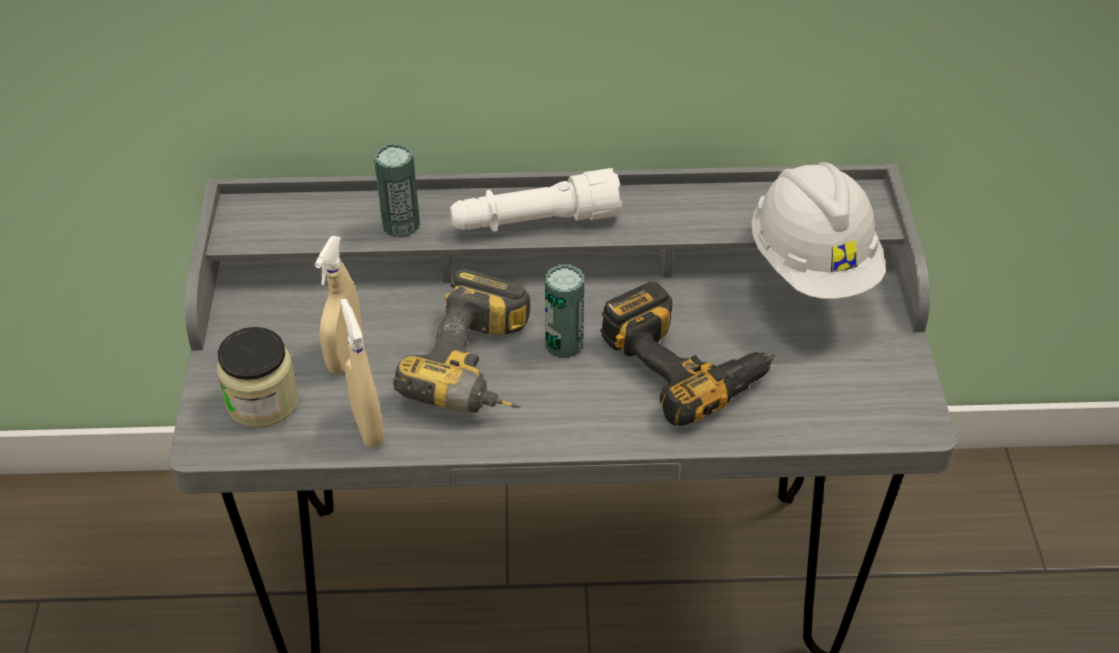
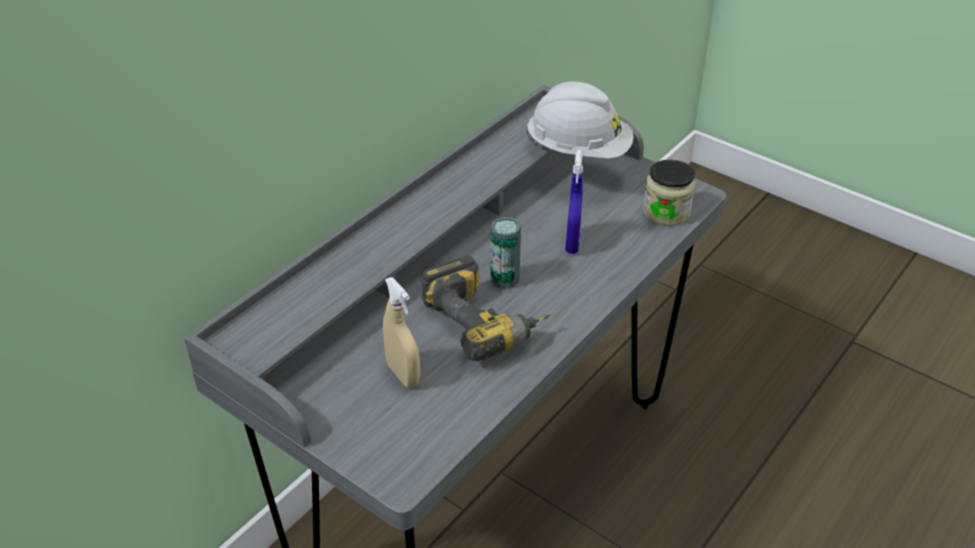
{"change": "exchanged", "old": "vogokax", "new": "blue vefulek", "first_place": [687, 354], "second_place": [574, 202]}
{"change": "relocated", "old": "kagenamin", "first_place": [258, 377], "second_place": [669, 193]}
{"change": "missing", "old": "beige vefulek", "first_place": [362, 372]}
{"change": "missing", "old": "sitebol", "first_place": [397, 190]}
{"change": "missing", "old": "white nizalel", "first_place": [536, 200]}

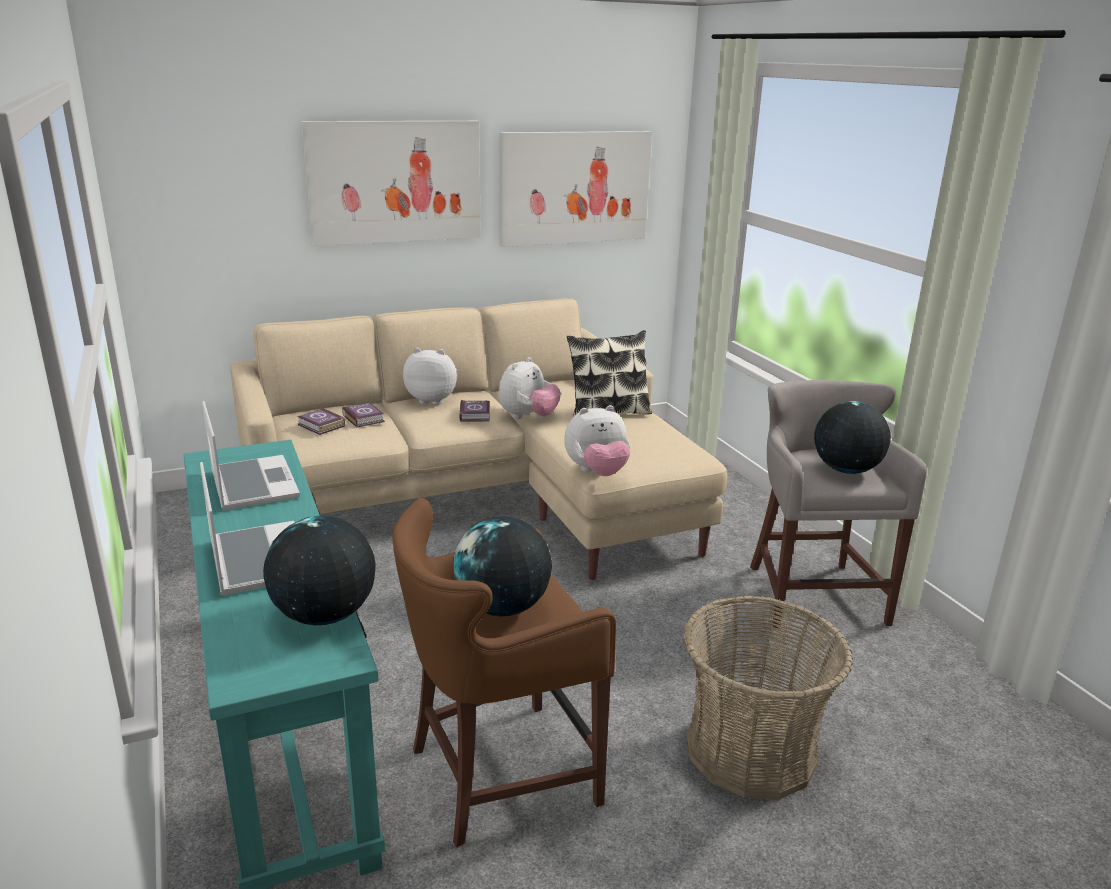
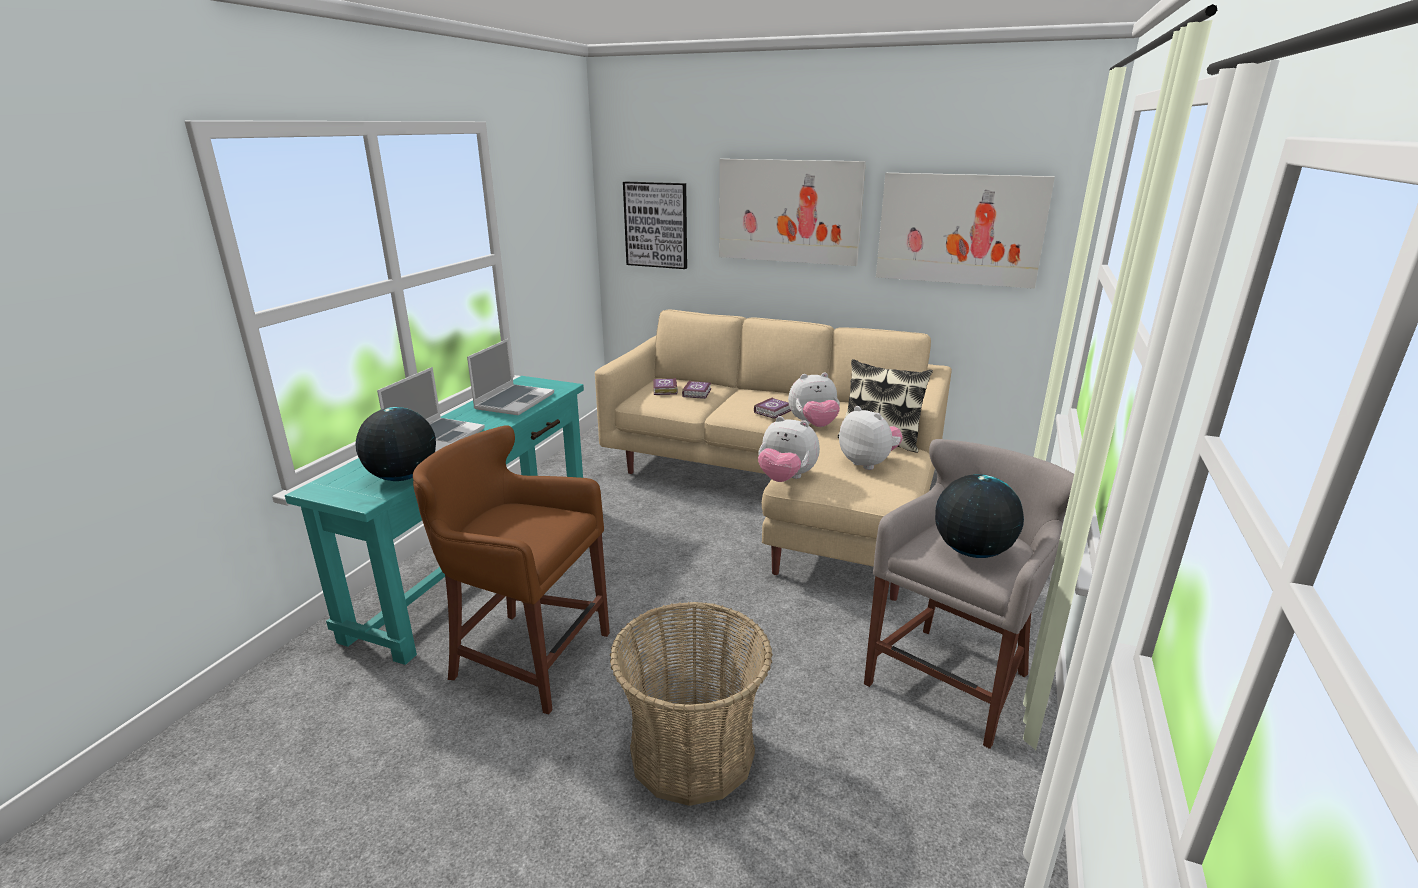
{"change": "appeared", "new": "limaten", "second_place": [655, 225]}
{"change": "relocated", "old": "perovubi", "first_place": [430, 376], "second_place": [871, 438]}
{"change": "missing", "old": "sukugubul", "first_place": [502, 566]}

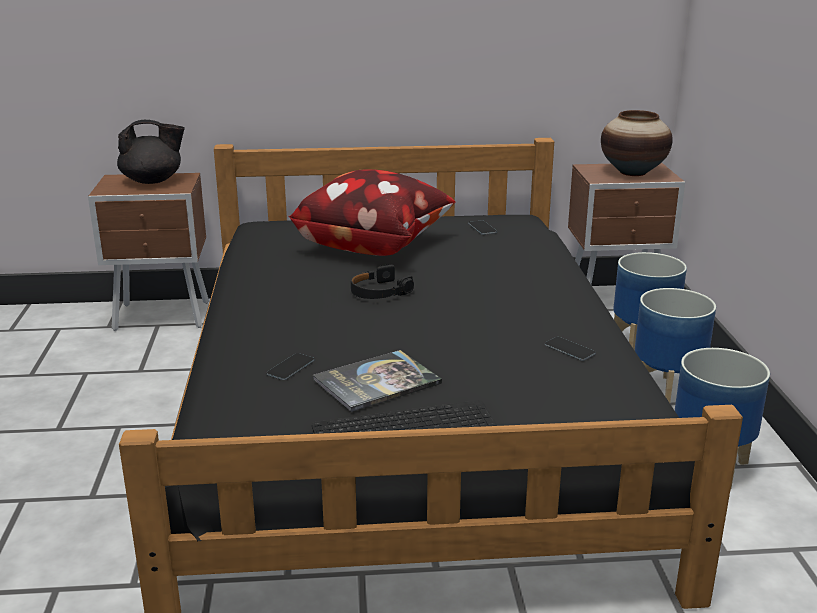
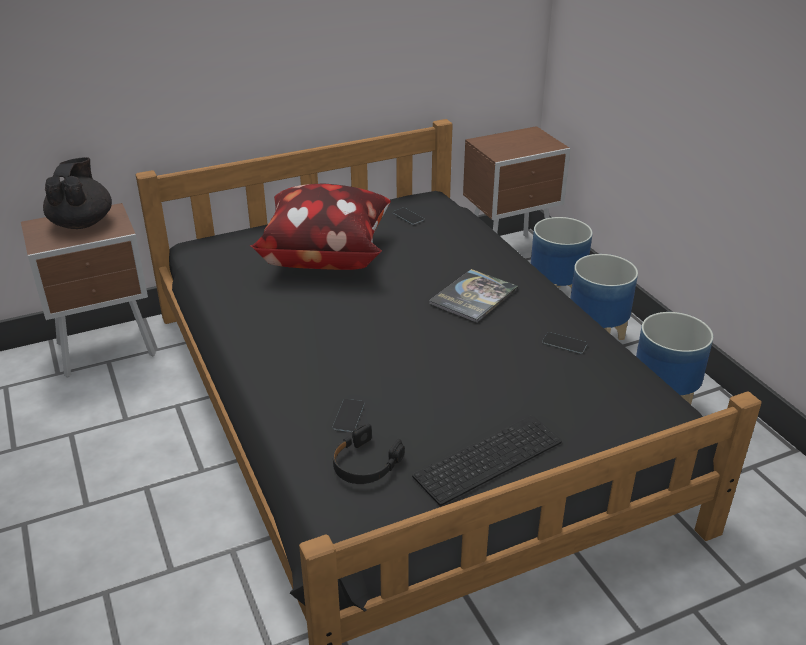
{"change": "spun", "old": "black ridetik", "first_place": [151, 152], "second_place": [77, 193], "degrees": -60}
{"change": "relocated", "old": "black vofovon", "first_place": [382, 282], "second_place": [369, 454]}
{"change": "relocated", "old": "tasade", "first_place": [377, 381], "second_place": [473, 296]}
{"change": "missing", "old": "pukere", "first_place": [637, 143]}

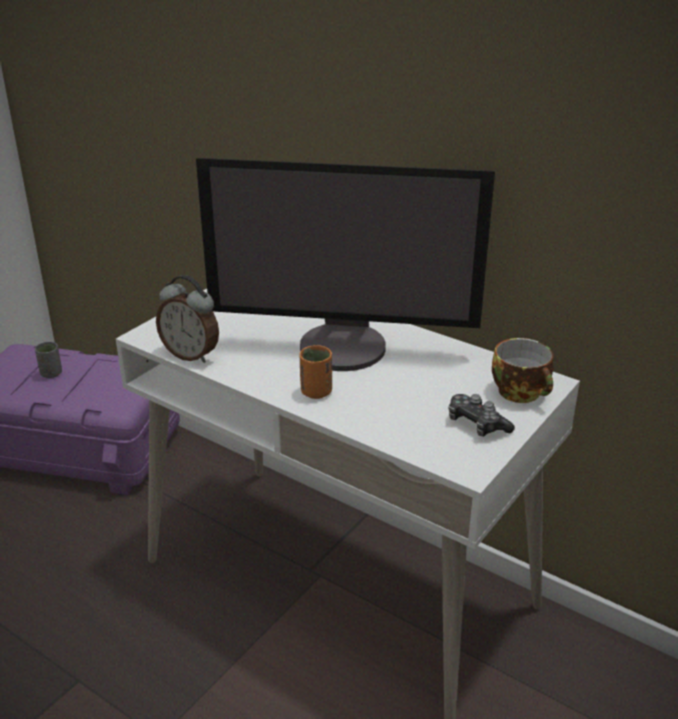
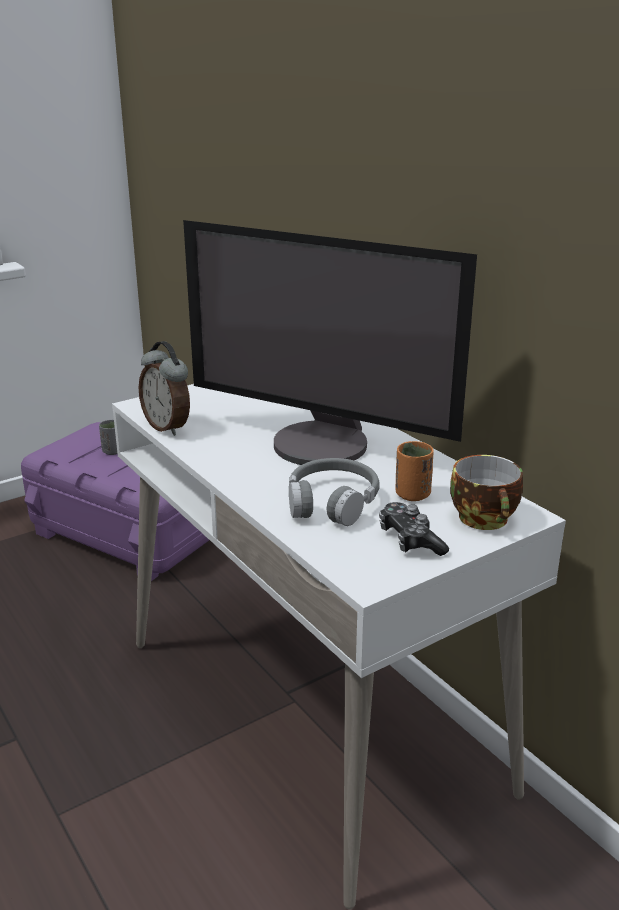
{"change": "appeared", "new": "grey vofovon", "second_place": [334, 492]}
{"change": "relocated", "old": "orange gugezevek", "first_place": [316, 372], "second_place": [415, 471]}

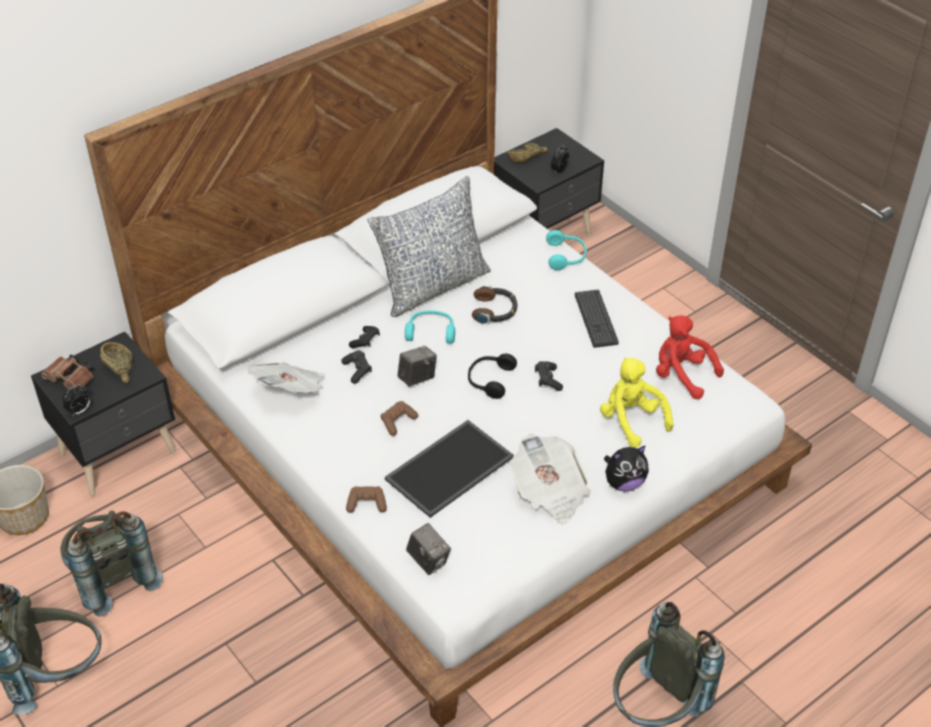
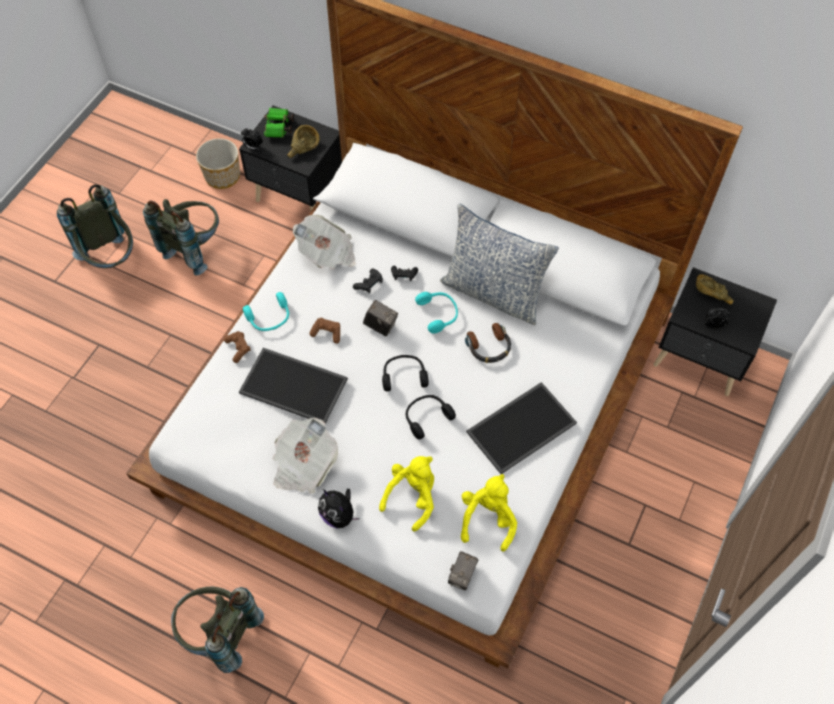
{"change": "relocated", "old": "turquoise vofovon", "first_place": [566, 250], "second_place": [266, 311]}
{"change": "colour", "old": "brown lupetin", "new": "green lupetin", "first_place": [67, 372], "second_place": [279, 122]}
{"change": "exchanged", "old": "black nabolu", "new": "black vofovon", "first_place": [549, 376], "second_place": [431, 417]}
{"change": "relocated", "old": "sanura", "first_place": [428, 549], "second_place": [463, 570]}
{"change": "colour", "old": "red perovubi", "new": "yellow perovubi", "first_place": [690, 357], "second_place": [489, 513]}
{"change": "exchanged", "old": "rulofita", "new": "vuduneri", "first_place": [597, 319], "second_place": [521, 428]}

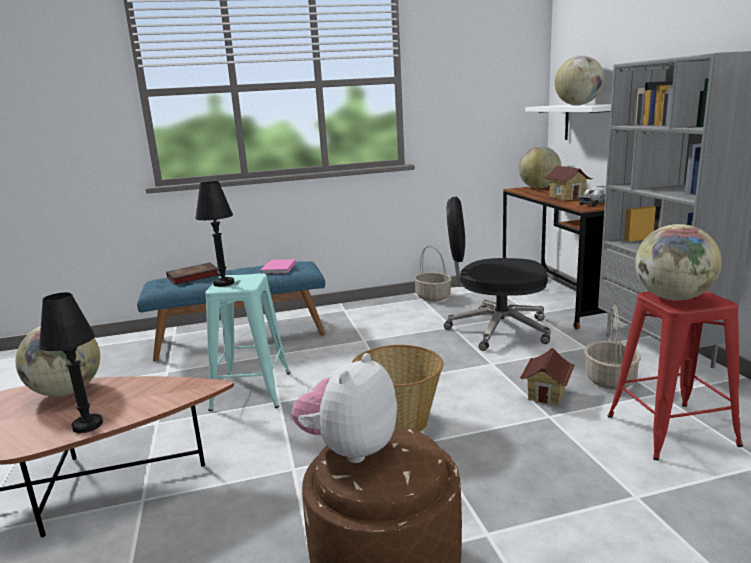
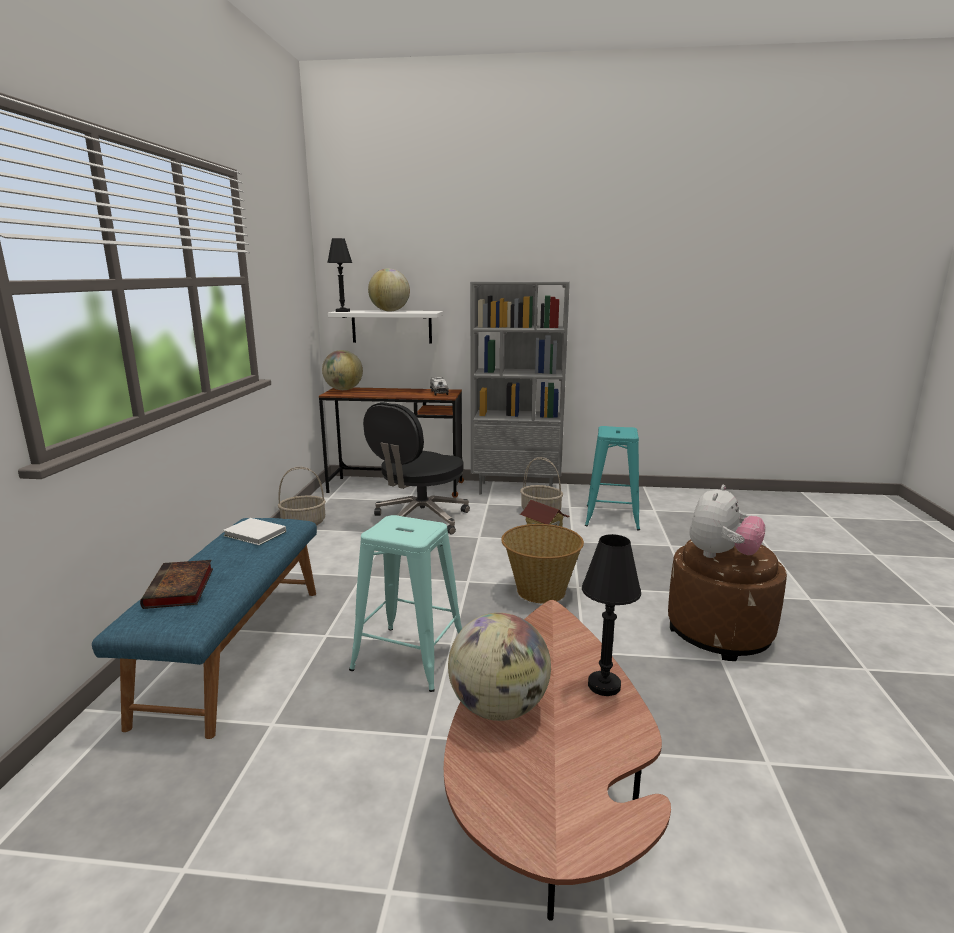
{"change": "colour", "old": "pink tasade", "new": "white tasade", "first_place": [278, 266], "second_place": [254, 531]}
{"change": "relocated", "old": "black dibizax", "first_place": [214, 234], "second_place": [339, 275]}
{"change": "colour", "old": "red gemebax", "new": "turquoise gemebax", "first_place": [675, 375], "second_place": [612, 478]}
{"change": "spun", "old": "perovubi", "first_place": [344, 408], "second_place": [727, 521], "degrees": -105}
{"change": "missing", "old": "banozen", "first_place": [568, 183]}
{"change": "missing", "old": "sukugubul", "first_place": [678, 262]}

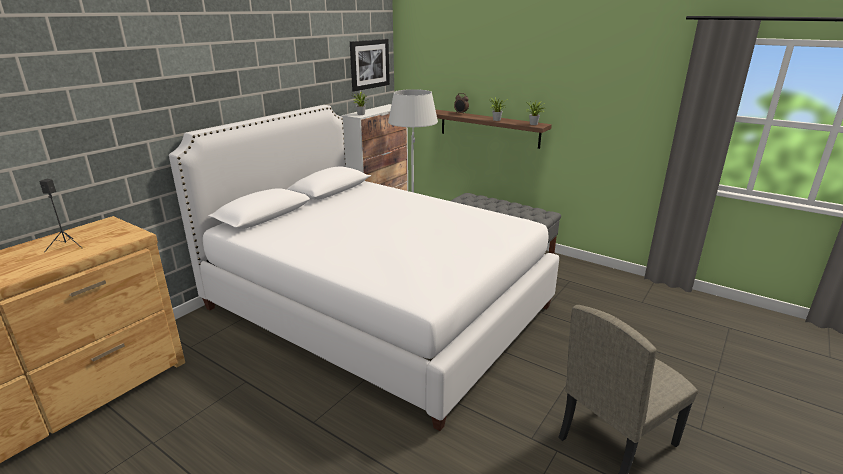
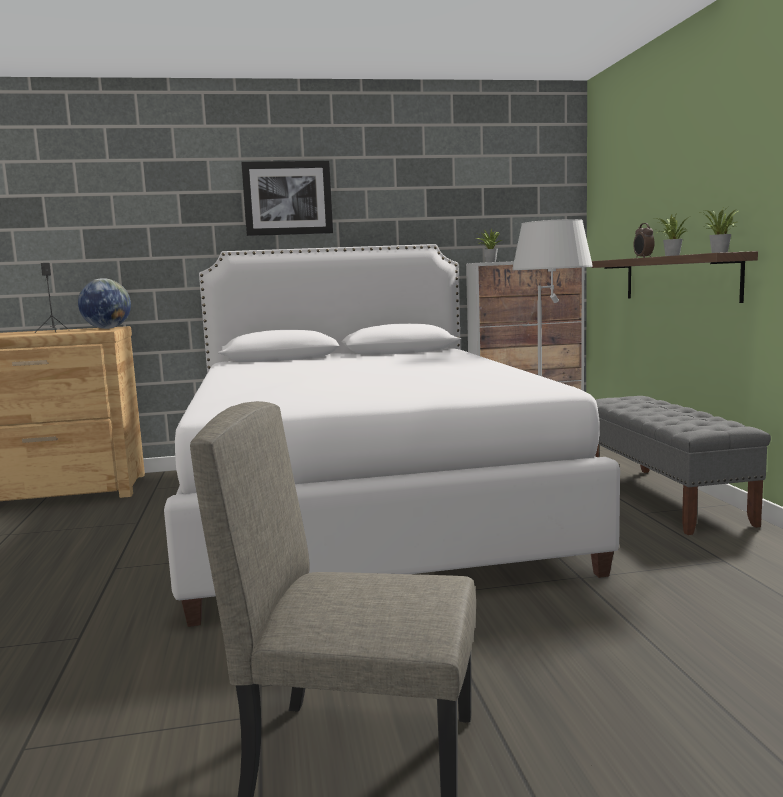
{"change": "appeared", "new": "sukugubul", "second_place": [104, 303]}
{"change": "relocated", "old": "limaten", "first_place": [370, 65], "second_place": [287, 198]}

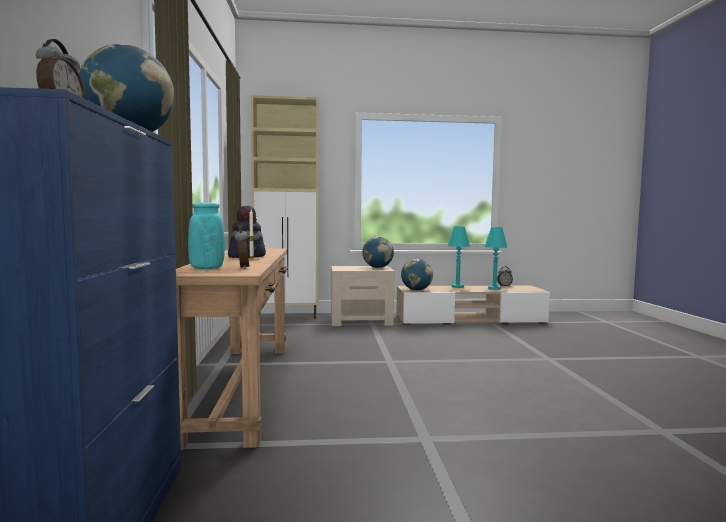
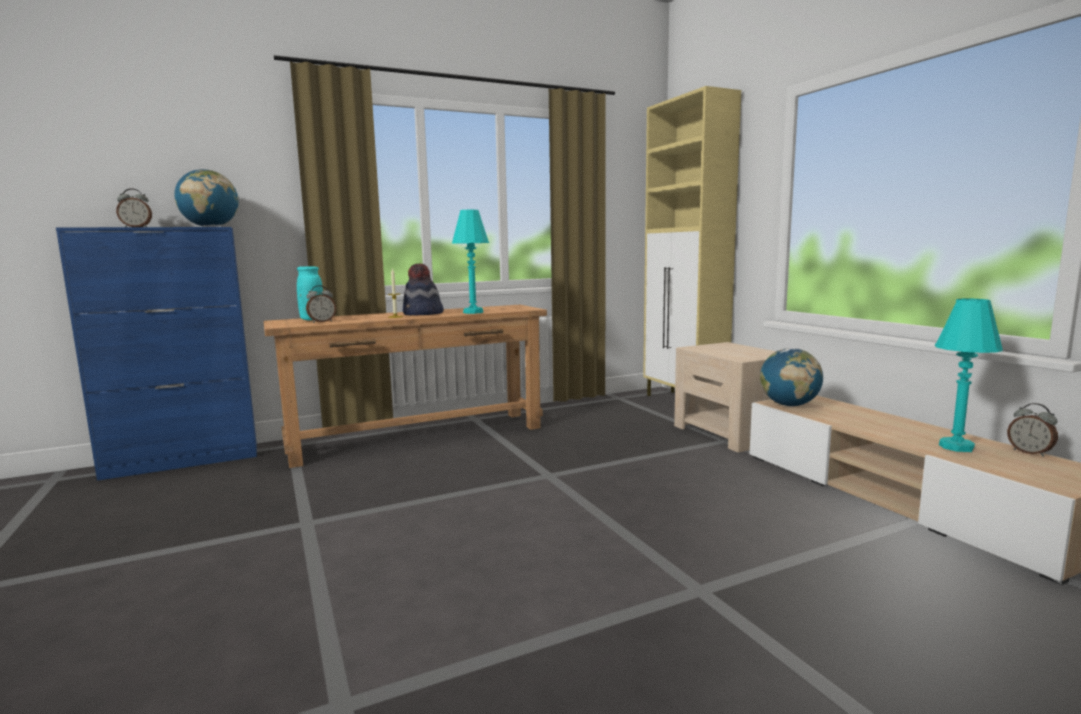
{"change": "relocated", "old": "turquoise dibizax", "first_place": [459, 257], "second_place": [470, 262]}
{"change": "missing", "old": "sukugubul", "first_place": [378, 252]}

